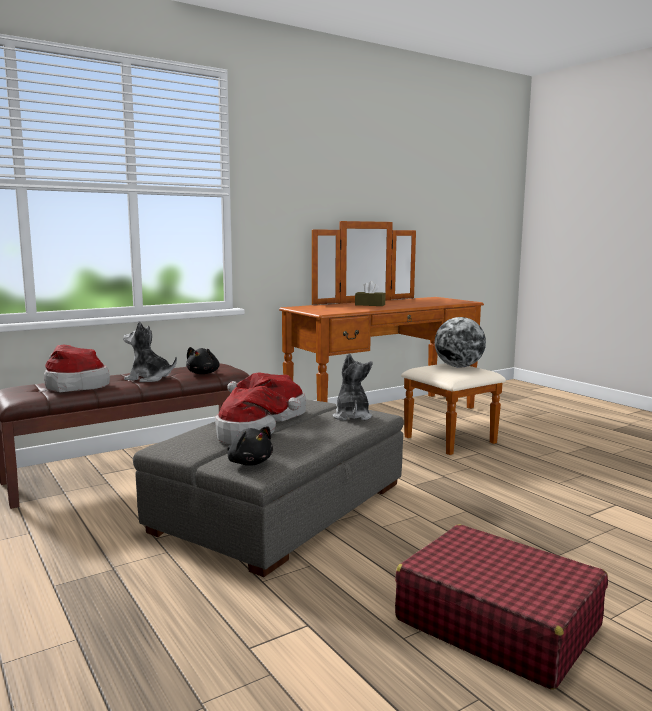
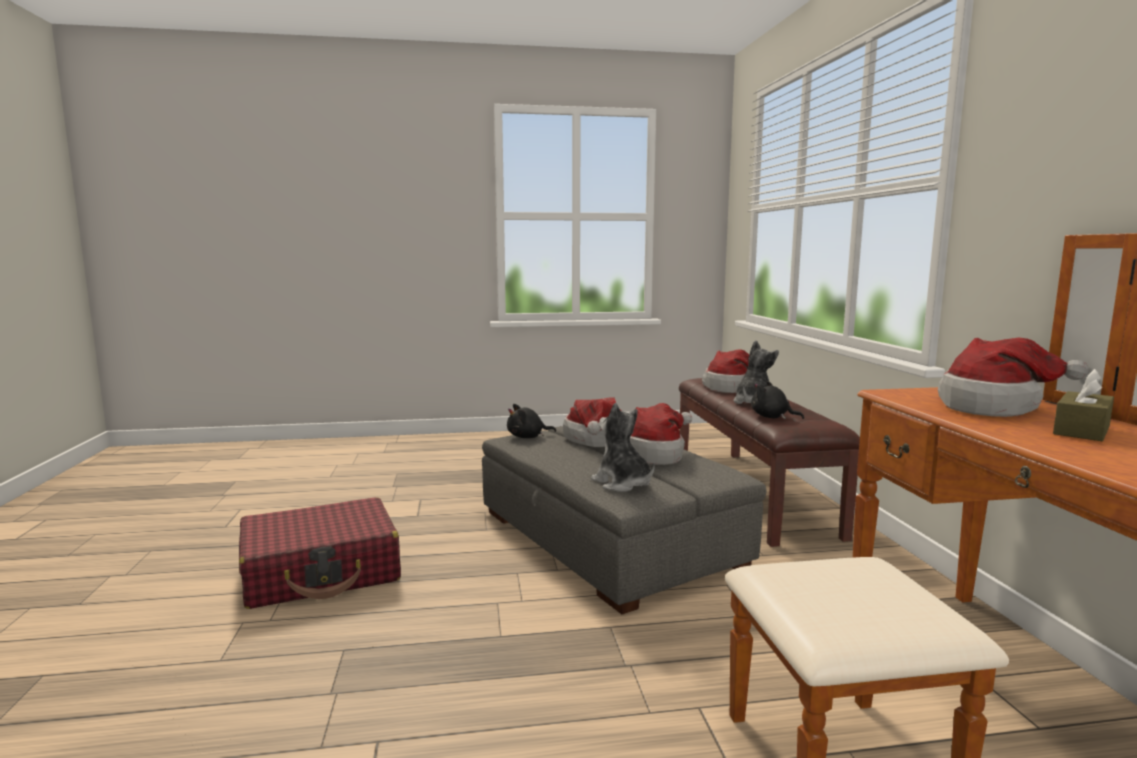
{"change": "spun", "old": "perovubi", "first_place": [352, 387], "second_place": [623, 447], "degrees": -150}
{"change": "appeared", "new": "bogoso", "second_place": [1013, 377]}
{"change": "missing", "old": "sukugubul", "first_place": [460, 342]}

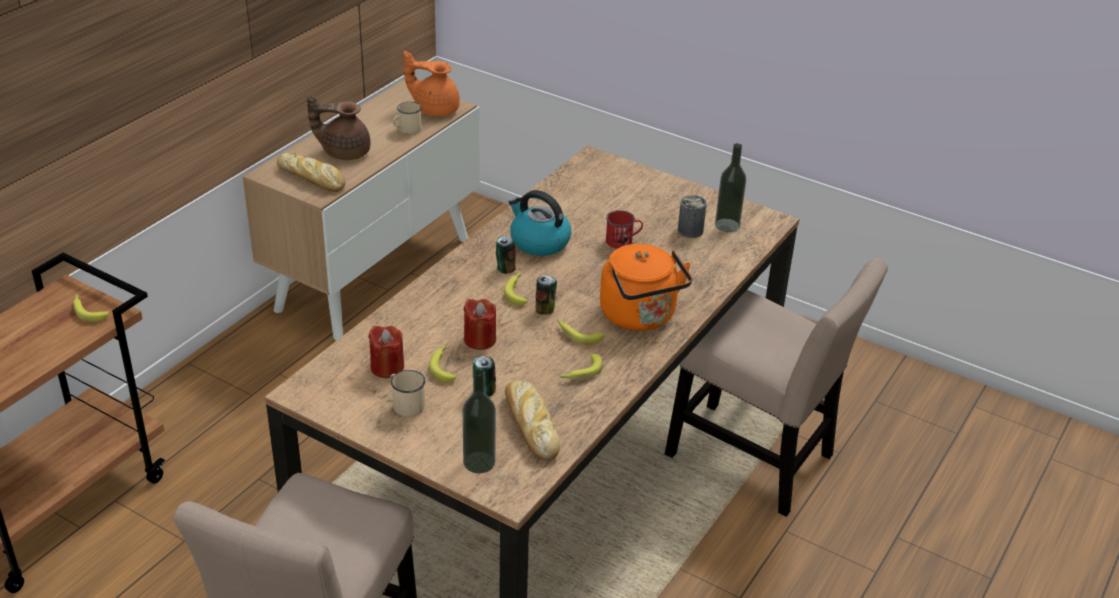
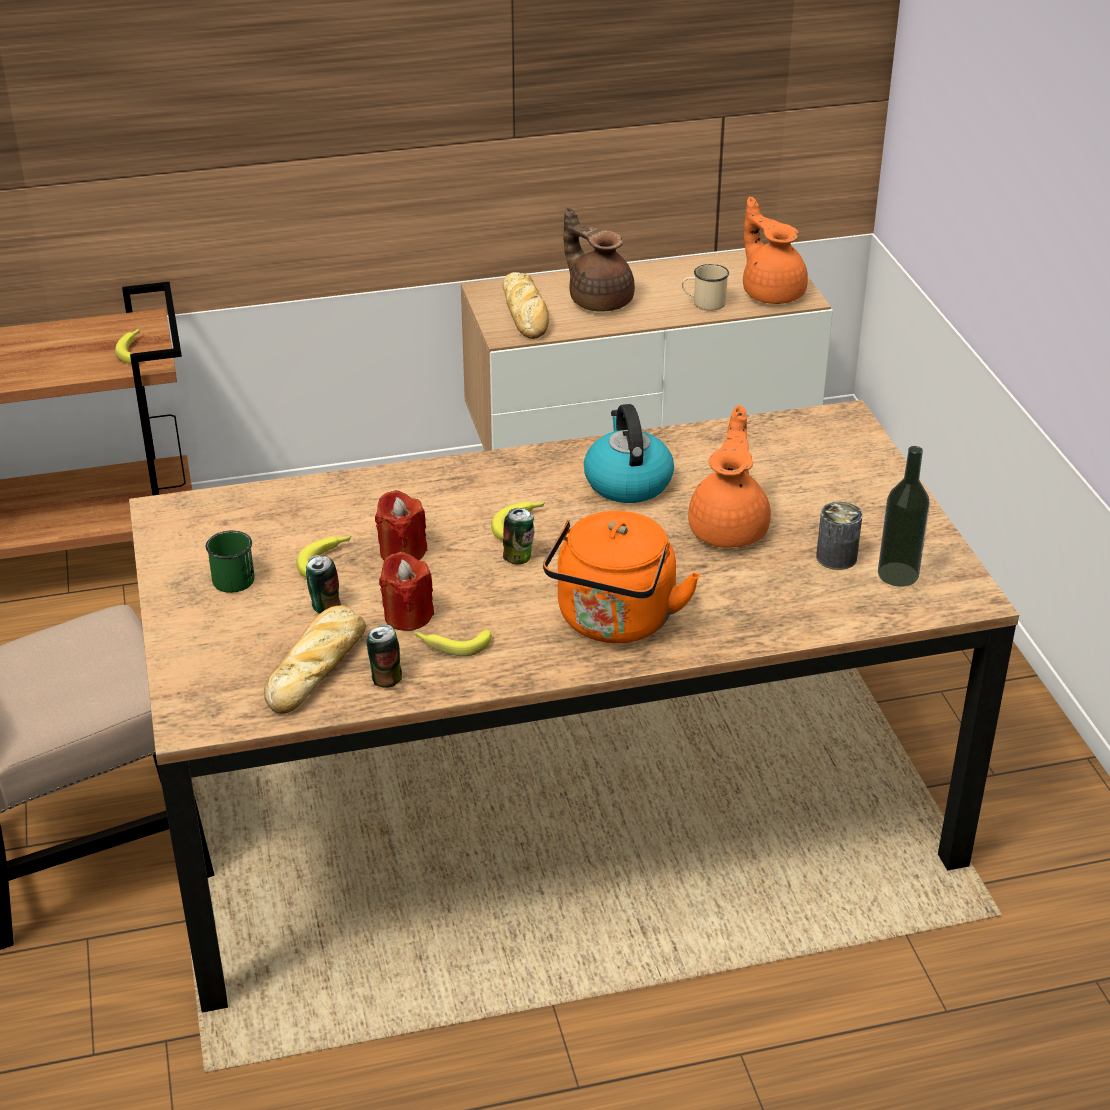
{"change": "colour", "old": "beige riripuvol", "new": "green riripuvol", "first_place": [407, 393], "second_place": [230, 561]}
{"change": "relocated", "old": "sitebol", "first_place": [506, 254], "second_place": [384, 656]}
{"change": "relocated", "old": "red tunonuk", "first_place": [386, 352], "second_place": [406, 591]}
{"change": "exchanged", "old": "red riripuvol", "new": "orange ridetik", "first_place": [624, 229], "second_place": [729, 476]}
{"change": "missing", "old": "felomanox", "first_place": [479, 421]}
{"change": "missing", "old": "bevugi", "first_place": [580, 332]}
{"change": "missing", "old": "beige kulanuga", "first_place": [776, 387]}

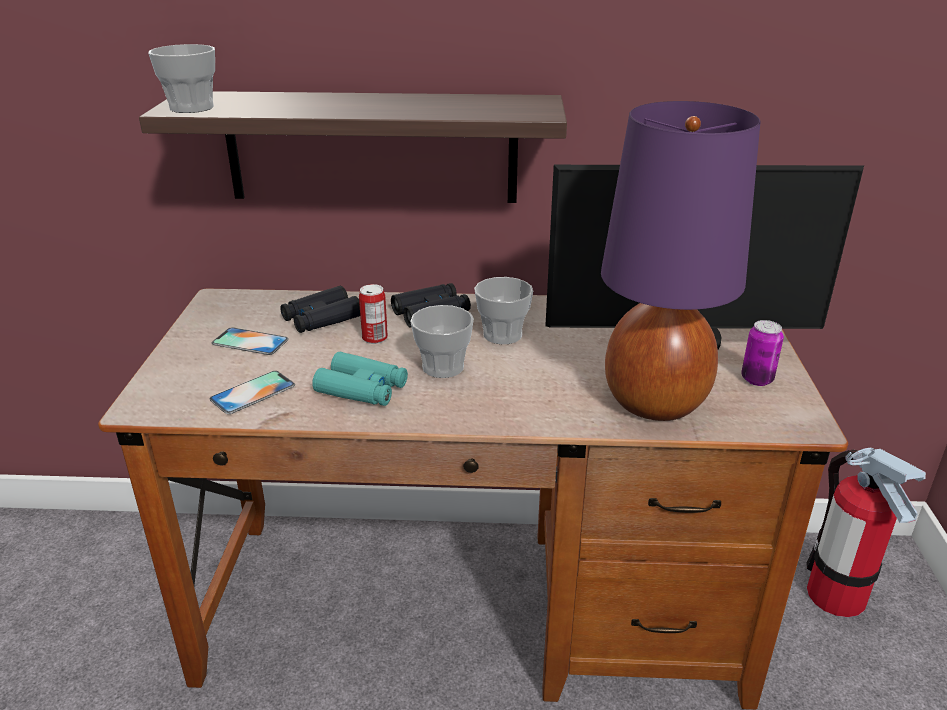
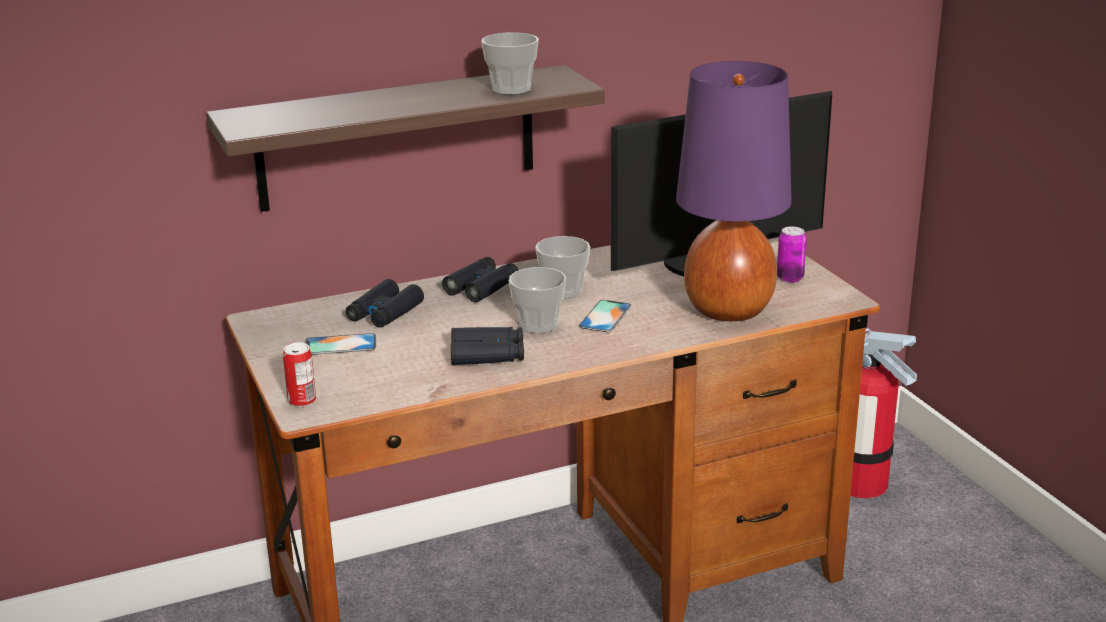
{"change": "relocated", "old": "sitebol", "first_place": [373, 314], "second_place": [299, 374]}
{"change": "colour", "old": "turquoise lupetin", "new": "black lupetin", "first_place": [360, 379], "second_place": [487, 346]}
{"change": "relocated", "old": "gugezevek", "first_place": [181, 78], "second_place": [510, 64]}
{"change": "relocated", "old": "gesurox", "first_place": [252, 392], "second_place": [605, 316]}

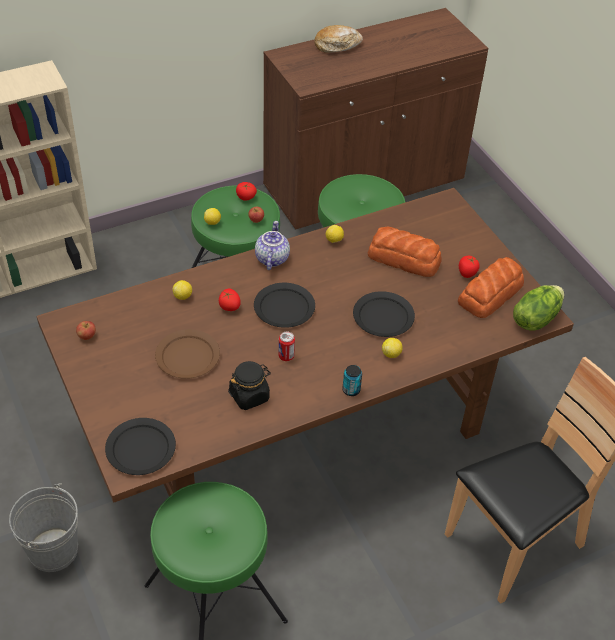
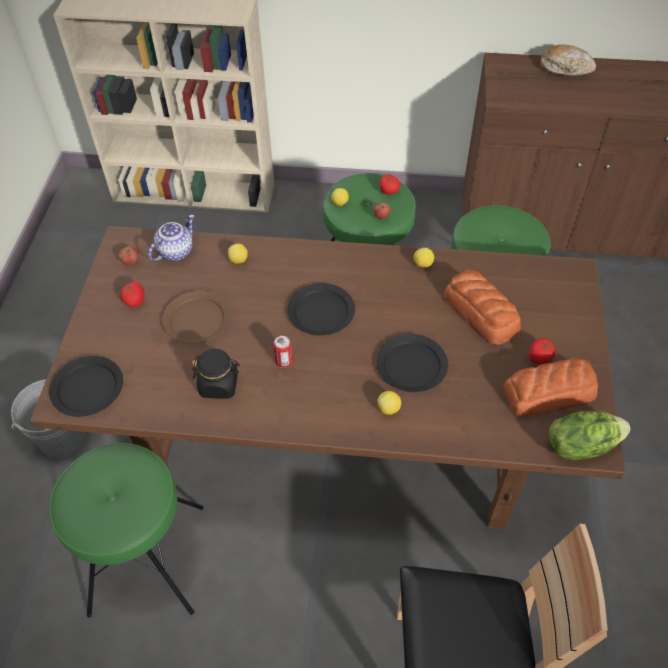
{"change": "relocated", "old": "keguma", "first_place": [230, 299], "second_place": [132, 294]}
{"change": "relocated", "old": "ridetik", "first_place": [272, 245], "second_place": [171, 238]}
{"change": "missing", "old": "sitebol", "first_place": [352, 380]}

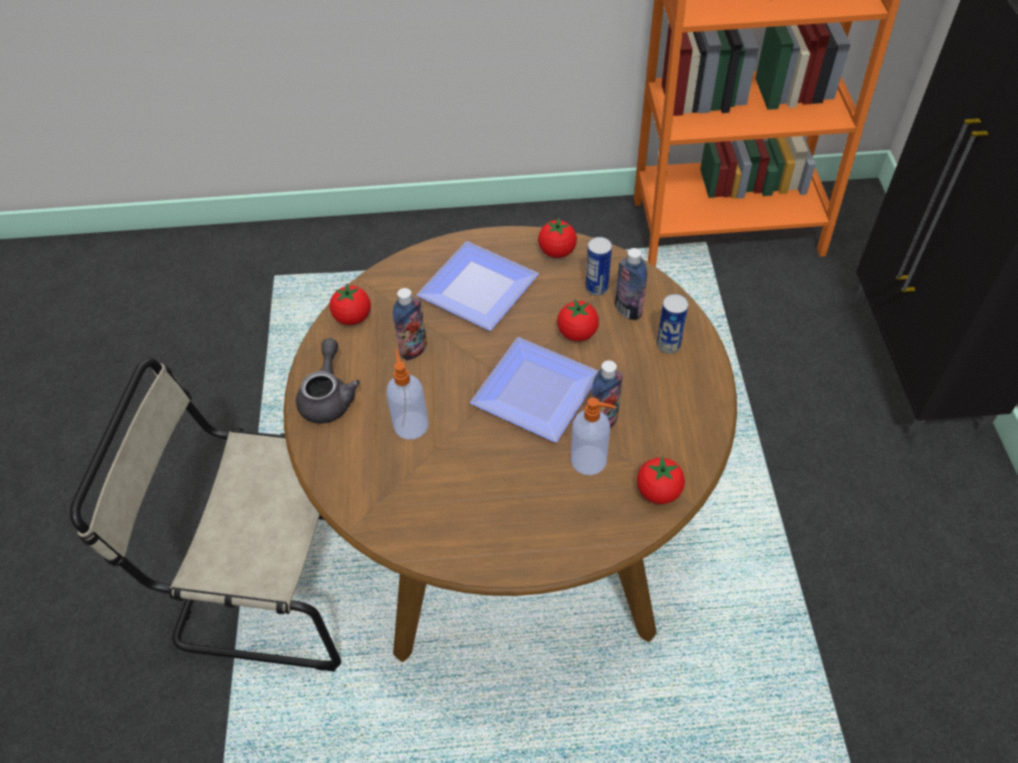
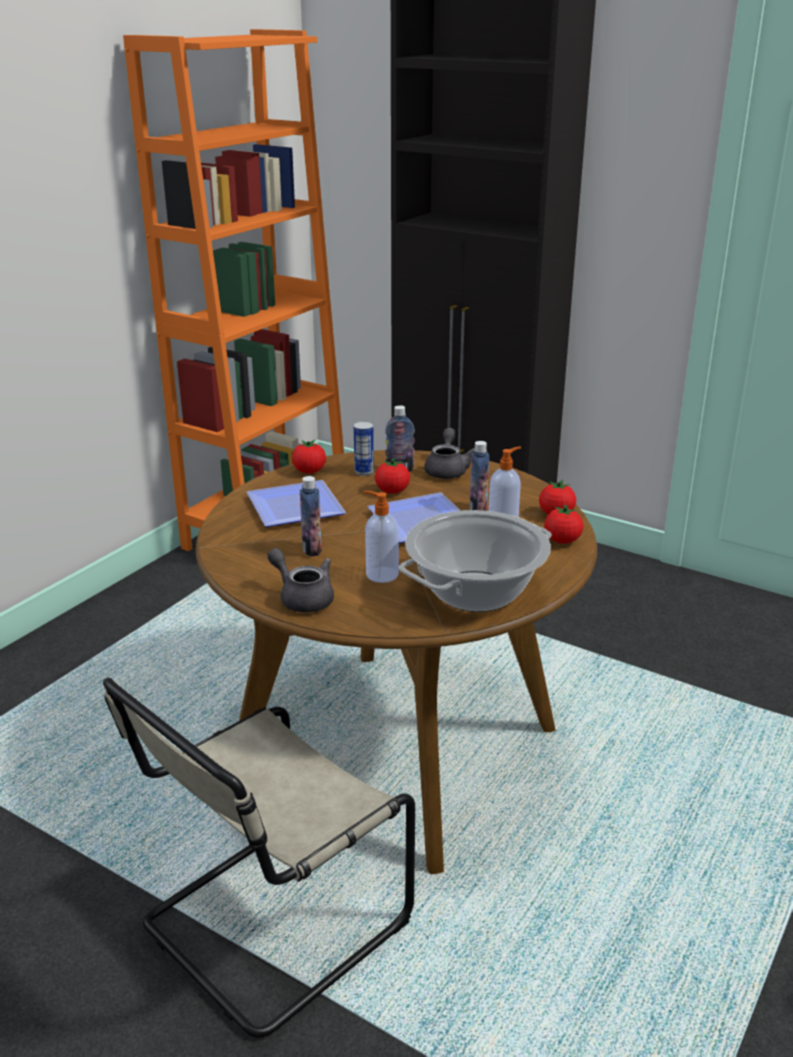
{"change": "appeared", "new": "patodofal", "second_place": [475, 561]}
{"change": "exchanged", "old": "sitebol", "new": "grey ridetik", "first_place": [673, 324], "second_place": [449, 453]}
{"change": "relocated", "old": "keguma", "first_place": [350, 304], "second_place": [563, 524]}

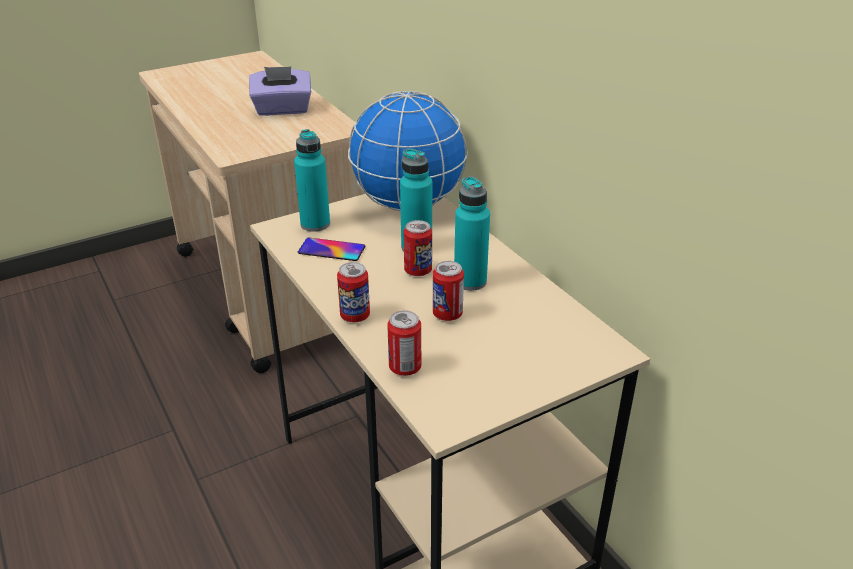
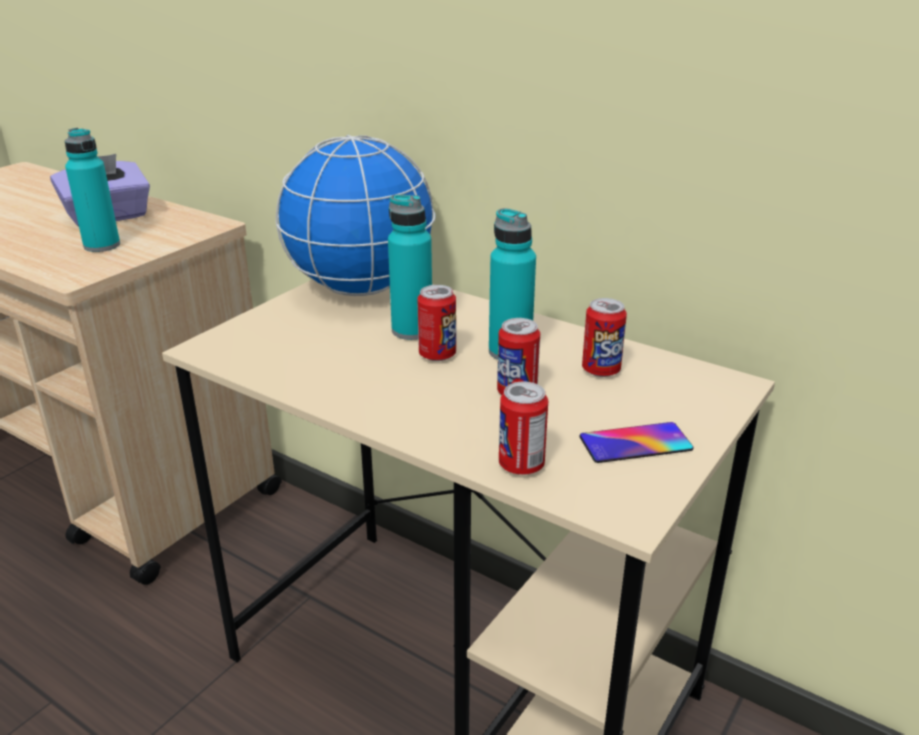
{"change": "relocated", "old": "turquoise felomanox", "first_place": [312, 180], "second_place": [92, 190]}
{"change": "relocated", "old": "gesurox", "first_place": [331, 249], "second_place": [636, 442]}
{"change": "relocated", "old": "sitebol", "first_place": [353, 292], "second_place": [604, 337]}

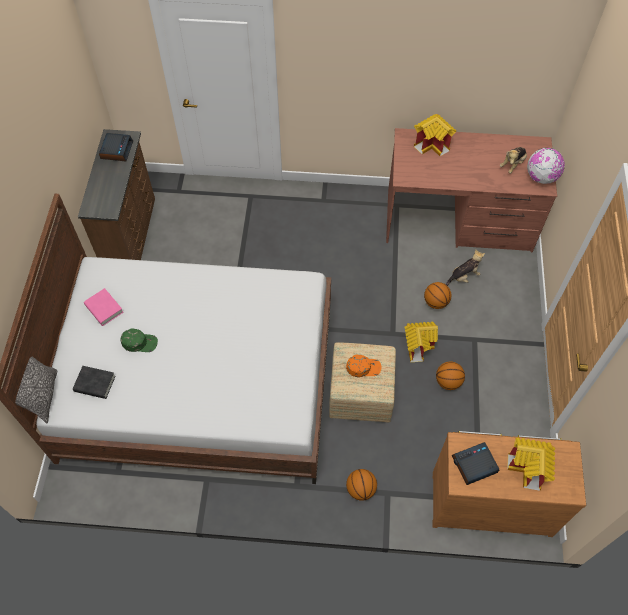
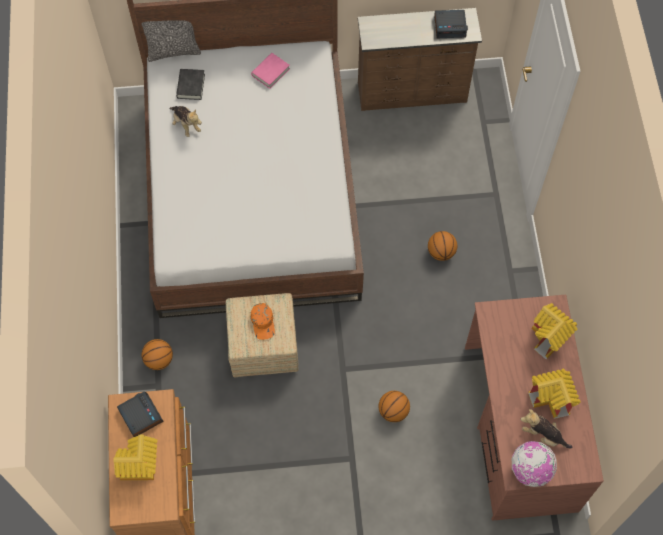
{"change": "relocated", "old": "perovubi", "first_place": [465, 267], "second_place": [185, 121]}
{"change": "relocated", "old": "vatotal", "first_place": [450, 375], "second_place": [442, 246]}
{"change": "relocated", "old": "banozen", "first_place": [421, 342], "second_place": [554, 394]}
{"change": "missing", "old": "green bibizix", "first_place": [139, 340]}

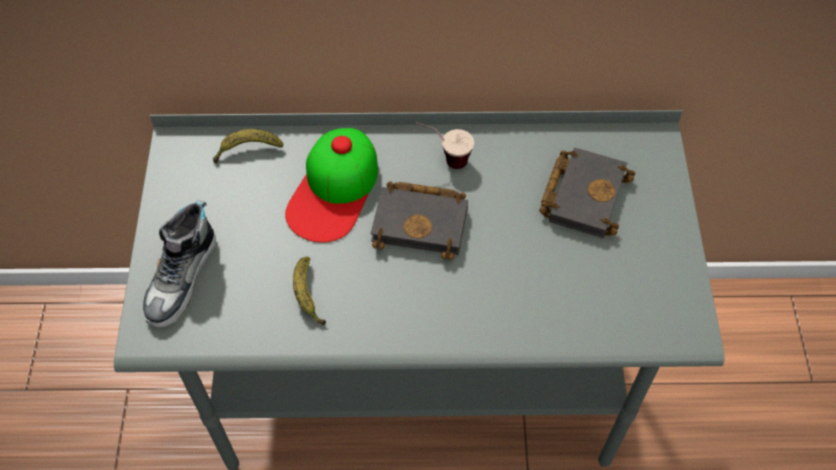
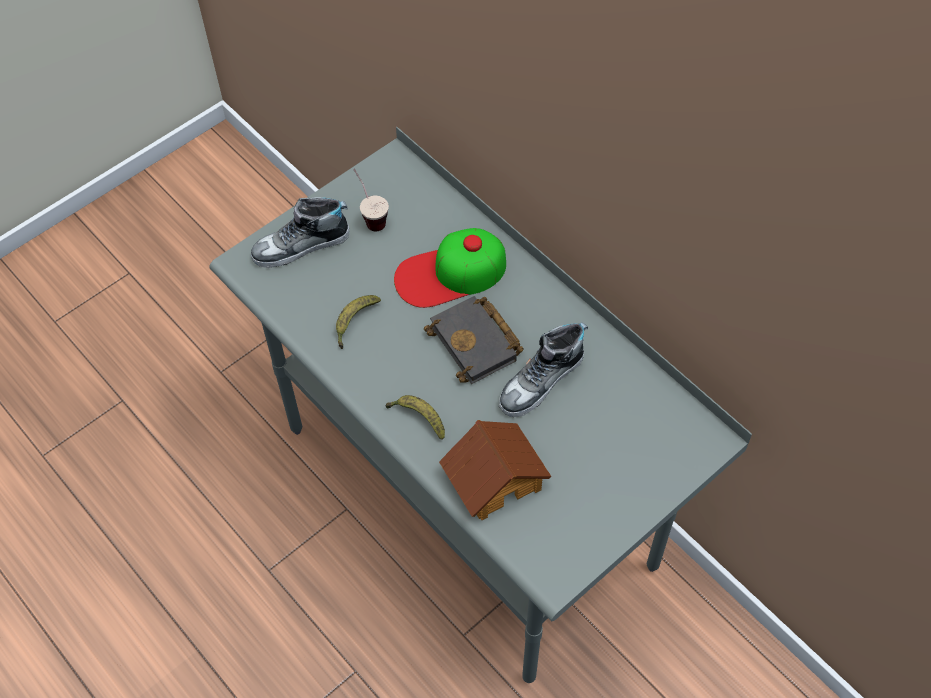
{"change": "relocated", "old": "gugezevek", "first_place": [445, 145], "second_place": [371, 200]}
{"change": "relocated", "old": "bevugi", "first_place": [248, 146], "second_place": [415, 417]}
{"change": "appeared", "new": "banozen", "second_place": [495, 470]}
{"change": "appeared", "new": "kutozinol", "second_place": [543, 369]}
{"change": "missing", "old": "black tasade", "first_place": [587, 193]}

